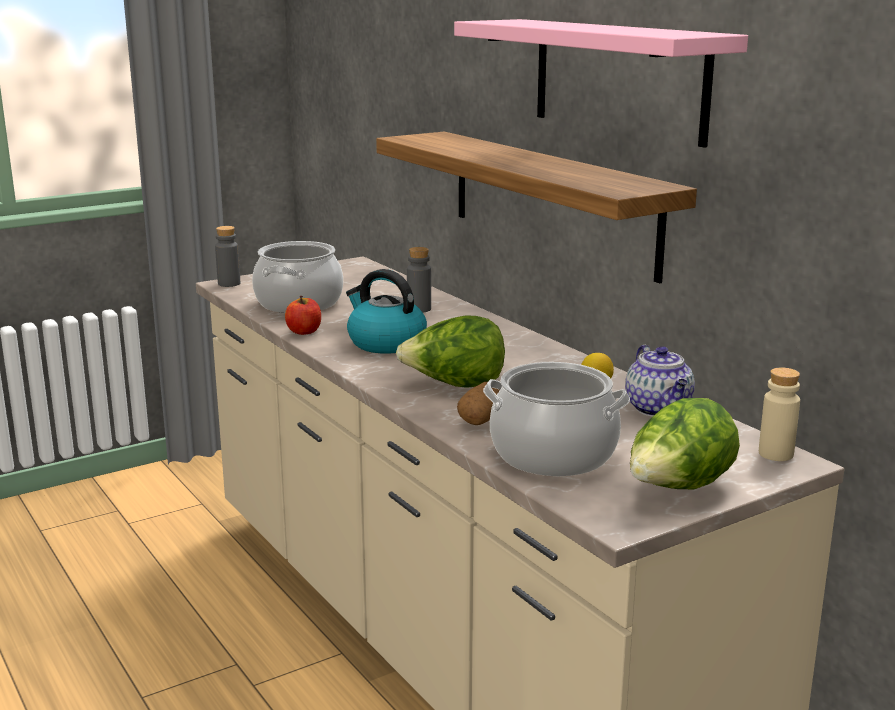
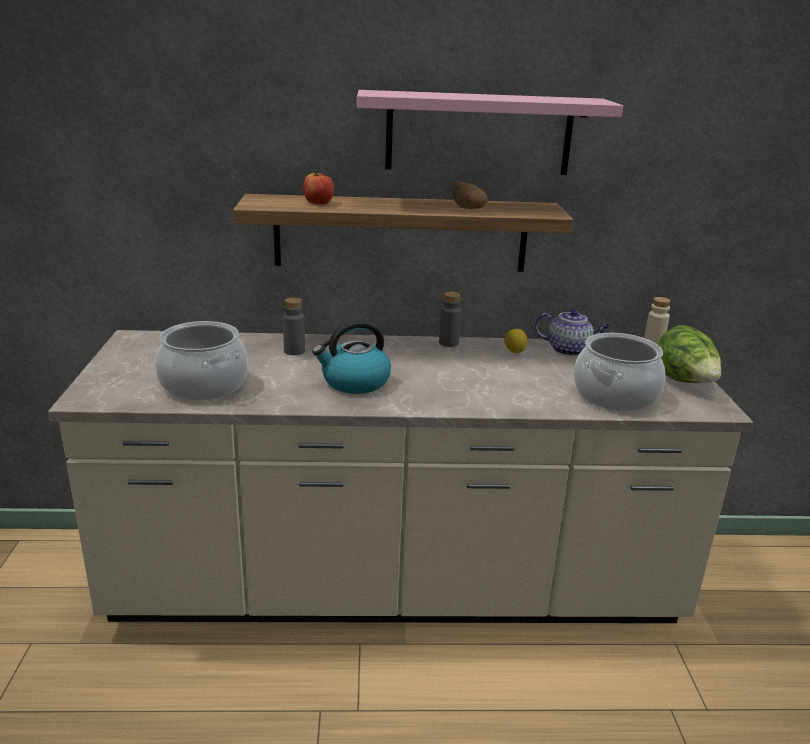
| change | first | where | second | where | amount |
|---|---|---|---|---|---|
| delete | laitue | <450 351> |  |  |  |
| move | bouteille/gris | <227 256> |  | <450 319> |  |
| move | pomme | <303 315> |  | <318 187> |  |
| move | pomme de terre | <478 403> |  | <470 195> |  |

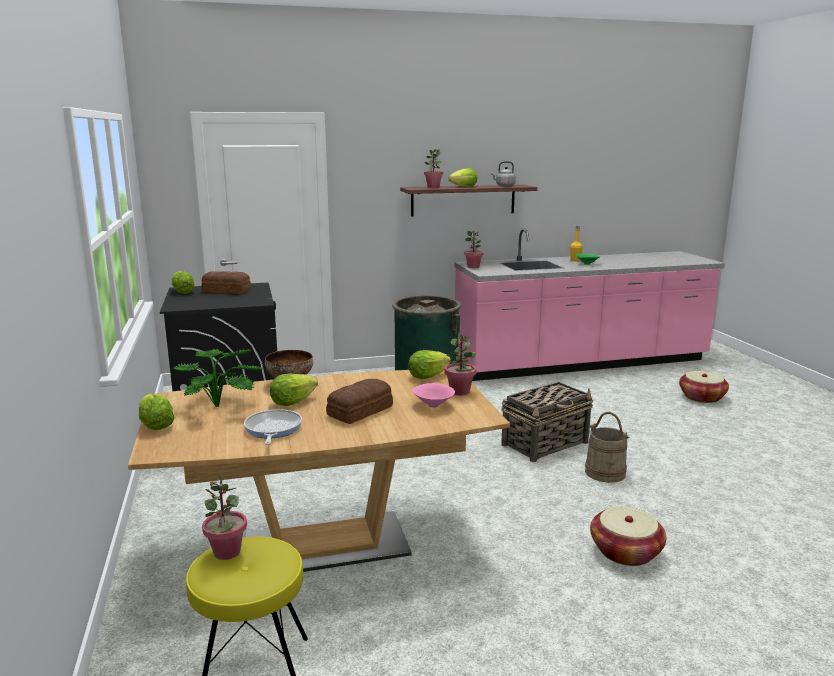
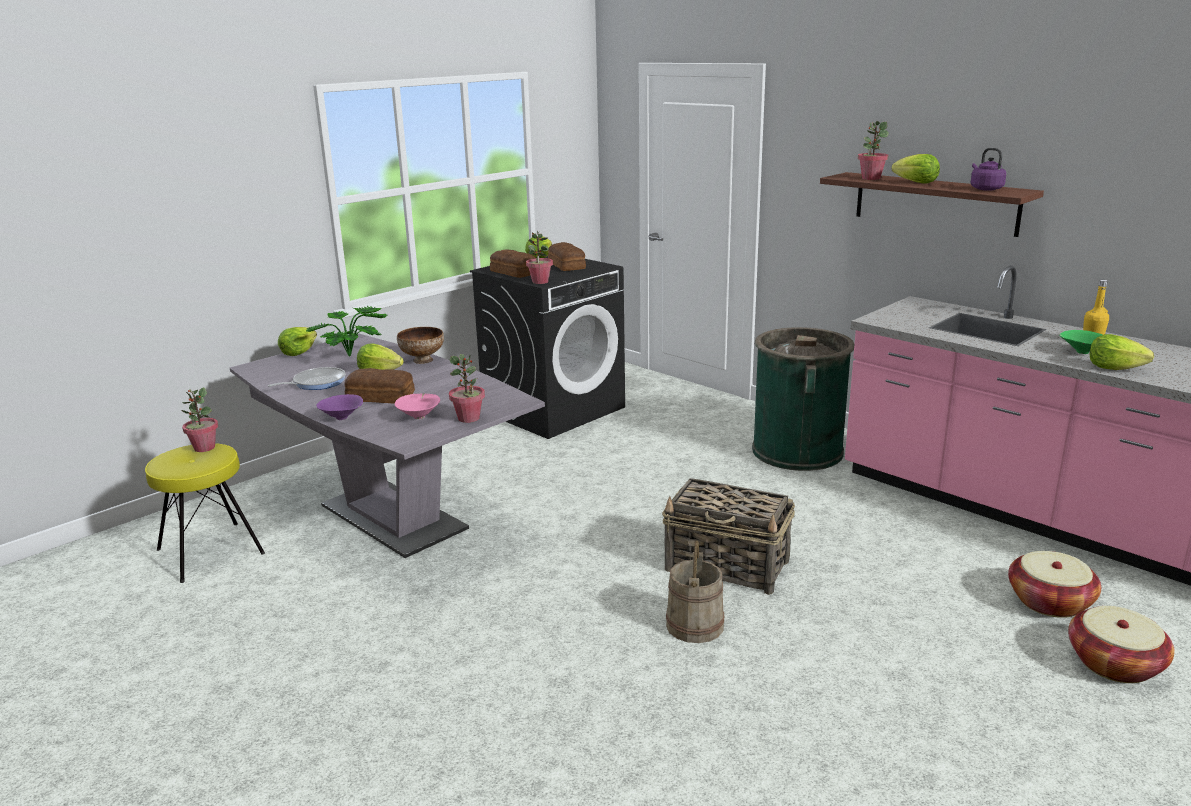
| change | first | where | second | where | amount |
|---|---|---|---|---|---|
| insert |  |  | bol/violet | <340 407> |  |
| insert |  |  | pain | <512 264> |  |
| move | laitue | <429 364> |  | <1122 352> |  |
| move | plante en pot | <473 249> |  | <539 257> |  |
| move | panier | <628 536> |  | <1054 584> |  |
| recolor | table à manger/marron | <319 470> | table à manger/gris | <387 445> |  |
| recolor | bouilloire/gris | <503 173> | bouilloire/violet | <988 169> |  |

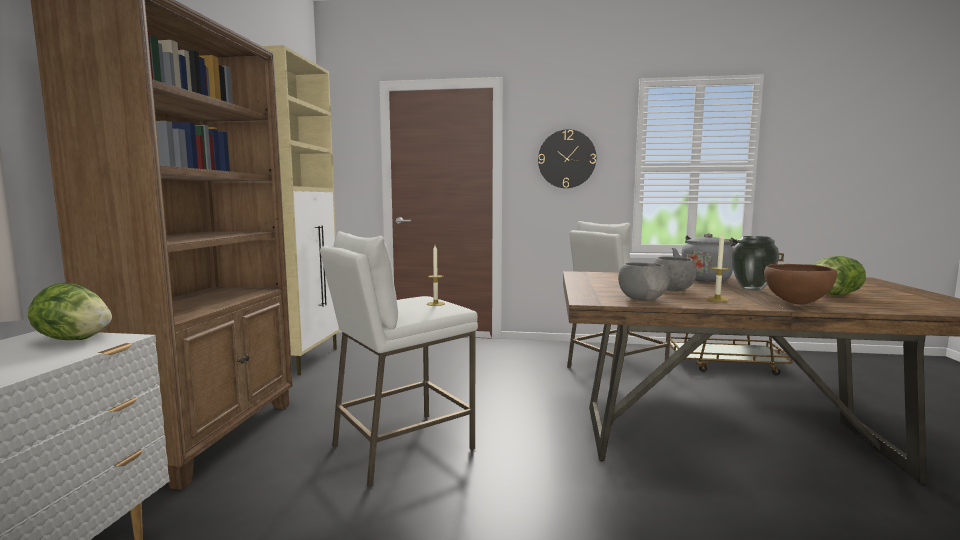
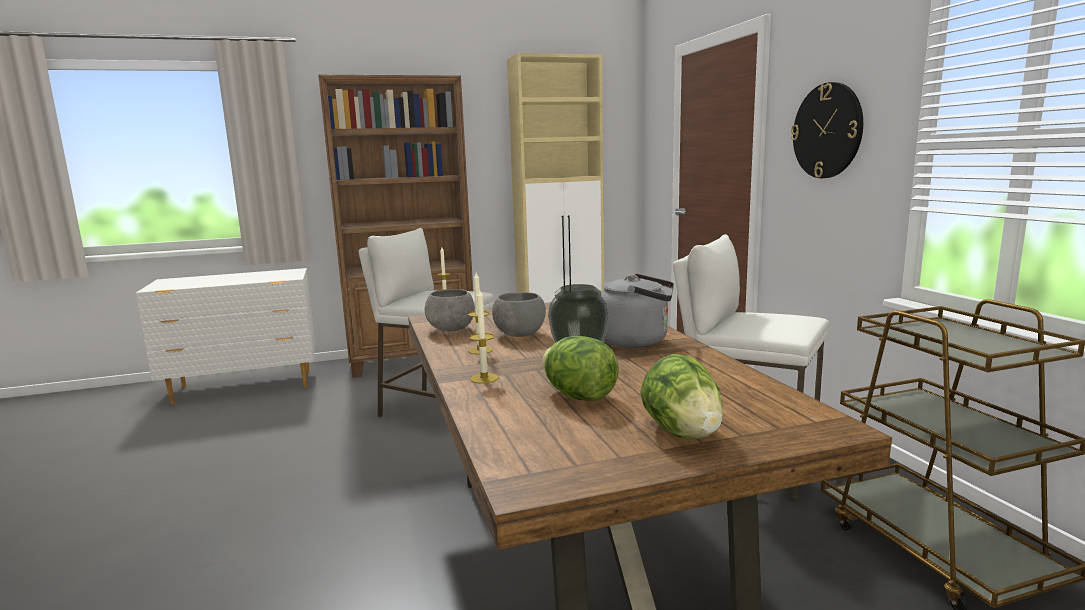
| change | first | where | second | where | amount |
|---|---|---|---|---|---|
| move | laitue | <70 311> |  | <681 396> |  |
| replace | bol/marron | <800 284> | bougie | <484 336> |  |

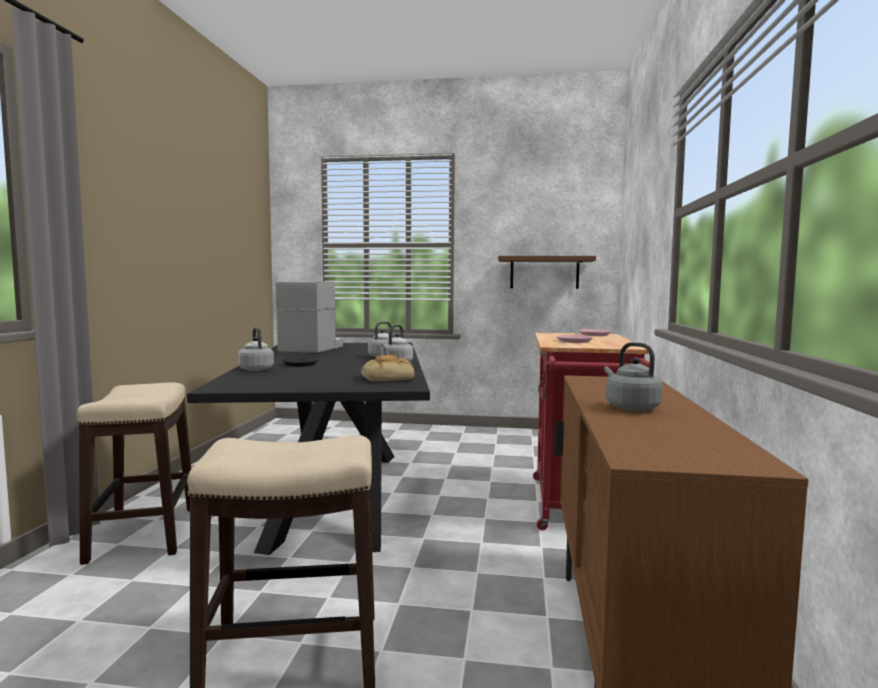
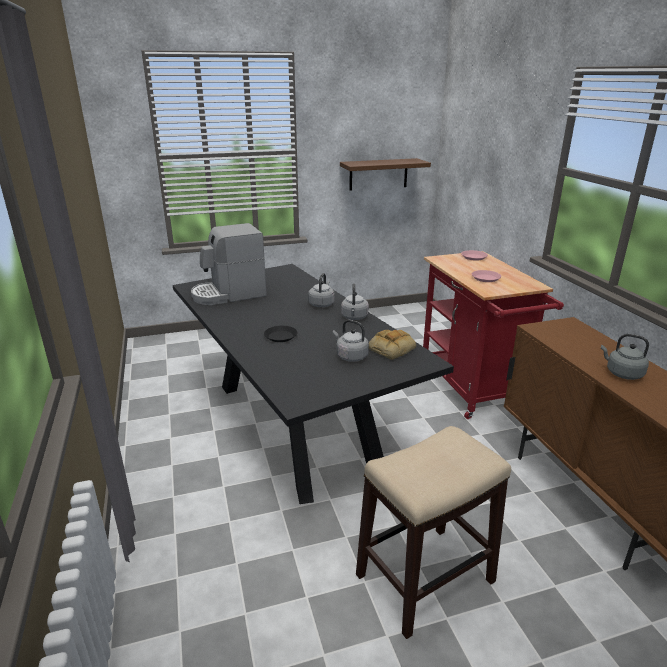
| change | first | where | second | where | amount |
|---|---|---|---|---|---|
| delete | tabouret | <134 473> |  |  |  |
| move | bouilloire/gris | <256 349> |  | <351 341> |  |
| rotate | machine à café | <310 317> |  | <229 264> | 105 degrees counterclockwise |

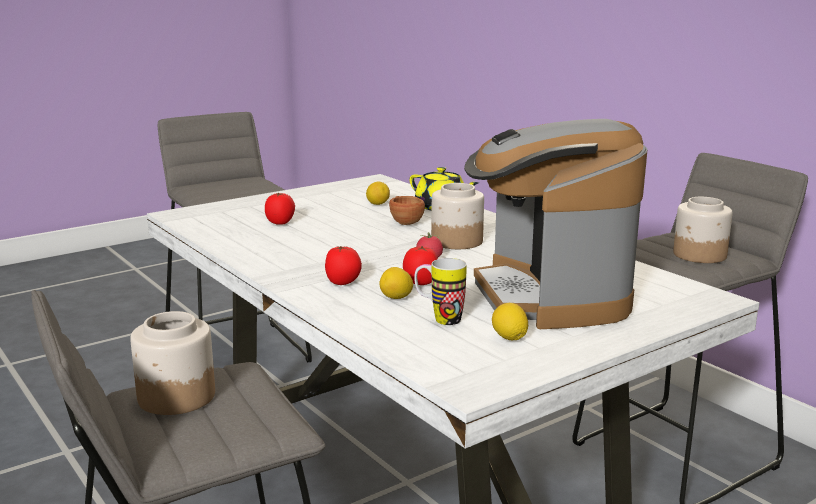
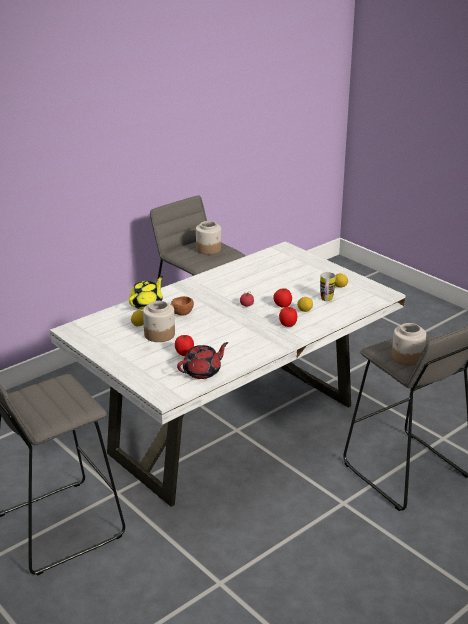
| change | first | where | second | where | amount |
|---|---|---|---|---|---|
| delete | machine à café | <556 224> |  |  |  |
| insert |  |  | théière/rouge | <202 360> |  |
| move | bocal | <457 216> |  | <159 321> |  |

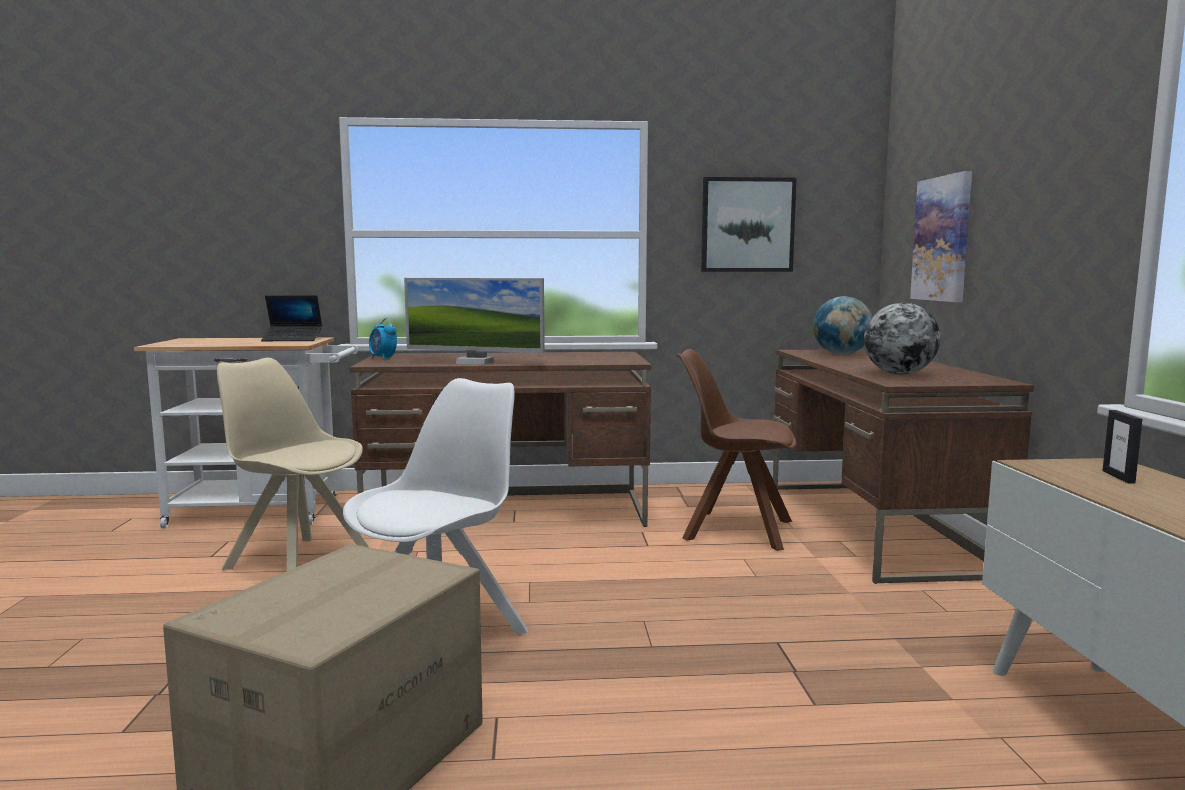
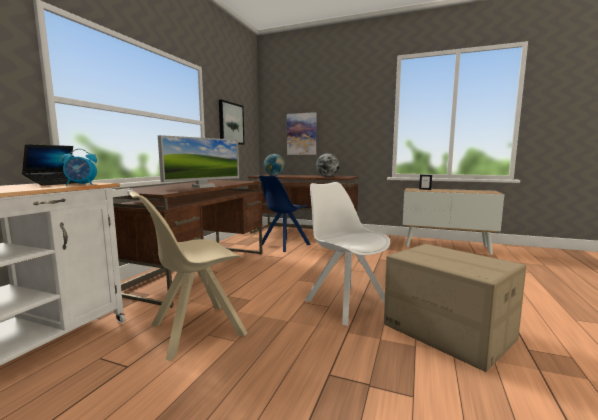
| change | first | where | second | where | amount |
|---|---|---|---|---|---|
| move | réveil | <383 339> |  | <79 167> |  |
| recolor | chaise/marron | <736 450> | chaise/bleu | <285 213> |  |

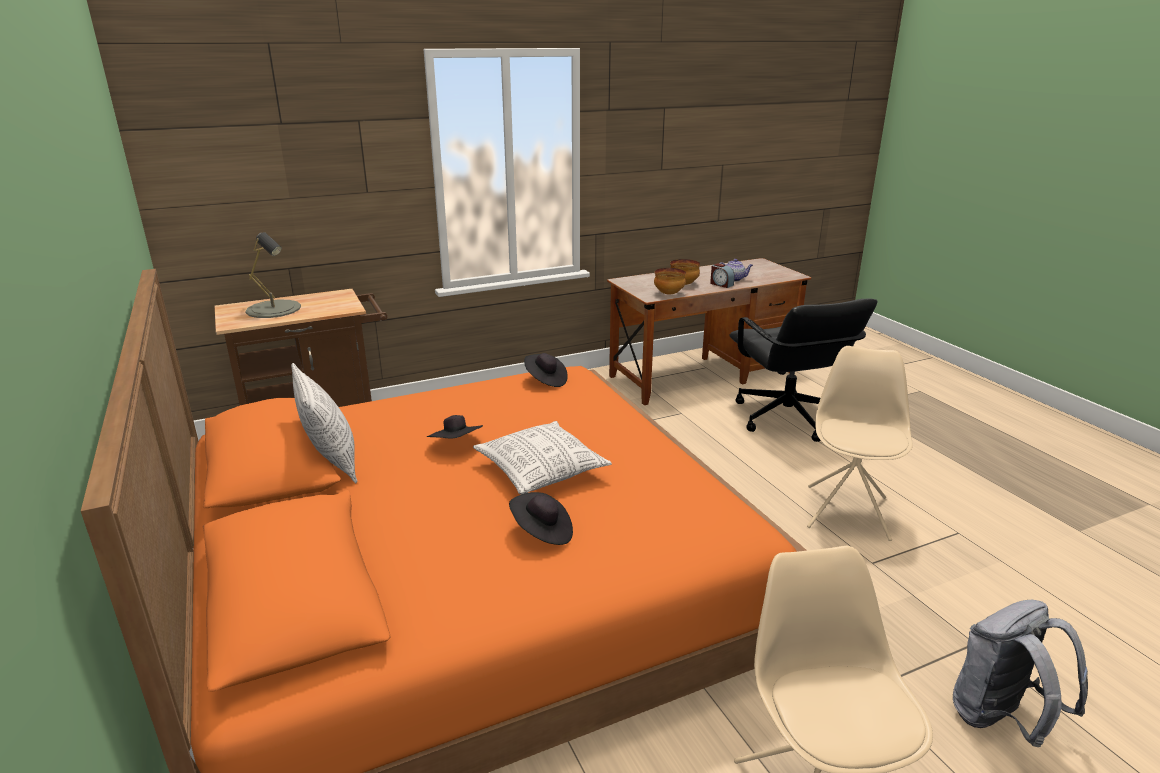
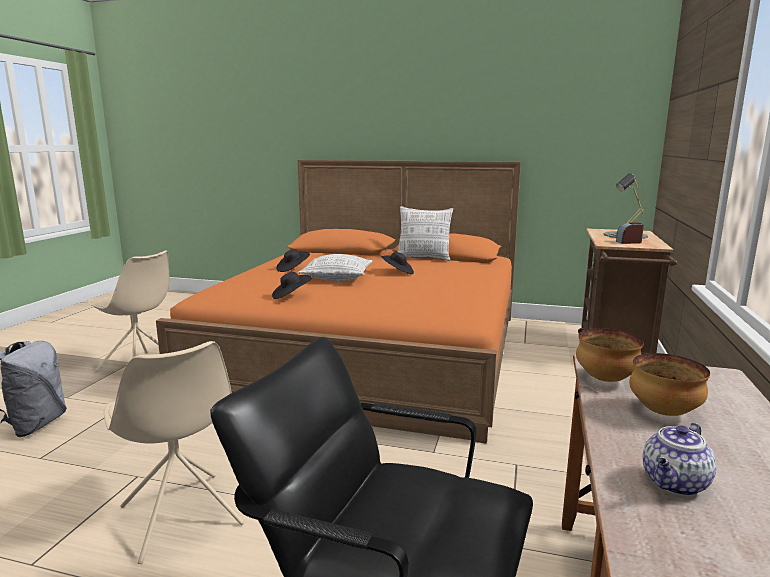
| change | first | where | second | where | amount |
|---|---|---|---|---|---|
| move | chapeau/noir | <546 370> |  | <292 285> |  |
| move | réveil | <722 275> |  | <630 233> |  |

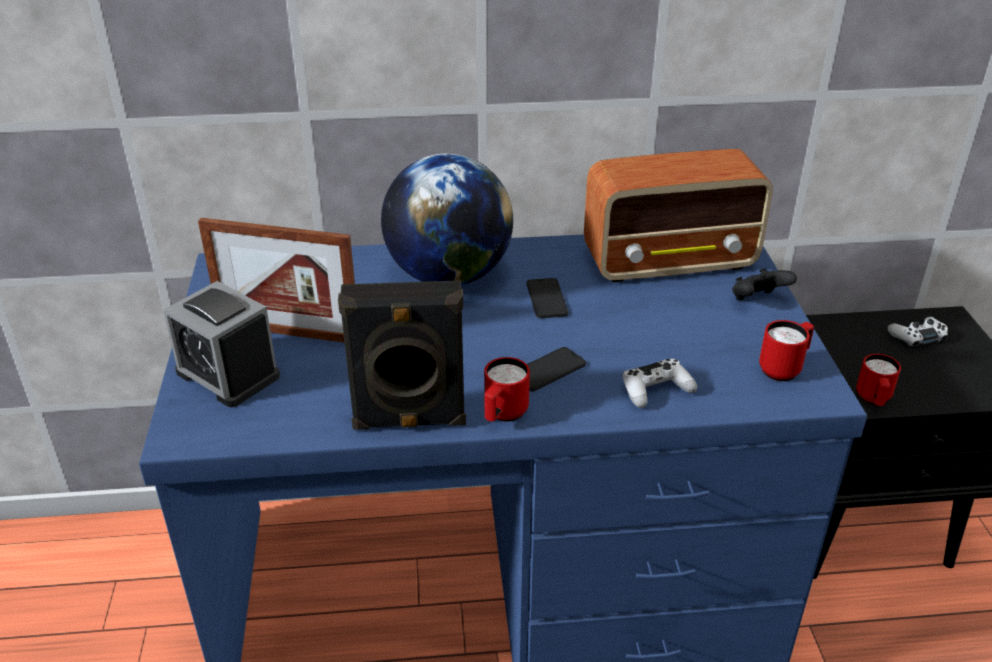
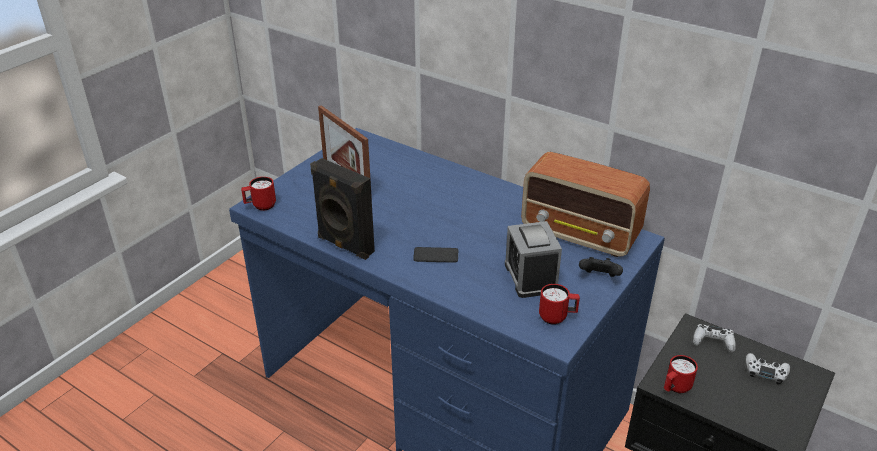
| change | first | where | second | where | amount |
|---|---|---|---|---|---|
| delete | globe | <447 219> |  |  |  |
| delete | téléphone | <547 298> |  |  |  |
| move | réveil | <221 344> |  | <533 259> |  |
| move | mug/rouge | <507 389> |  | <258 194> |  |
| move | manette/blanc | <660 383> |  | <714 338> |  |

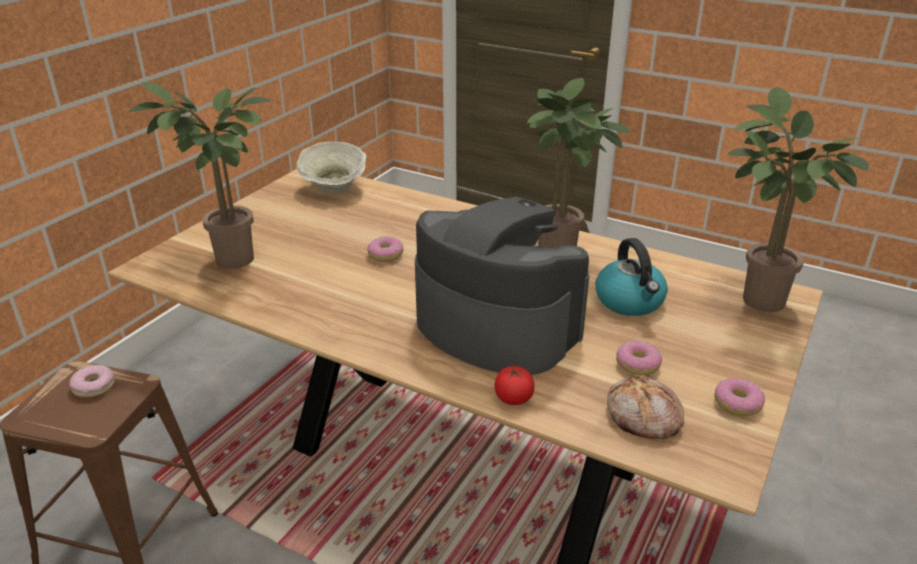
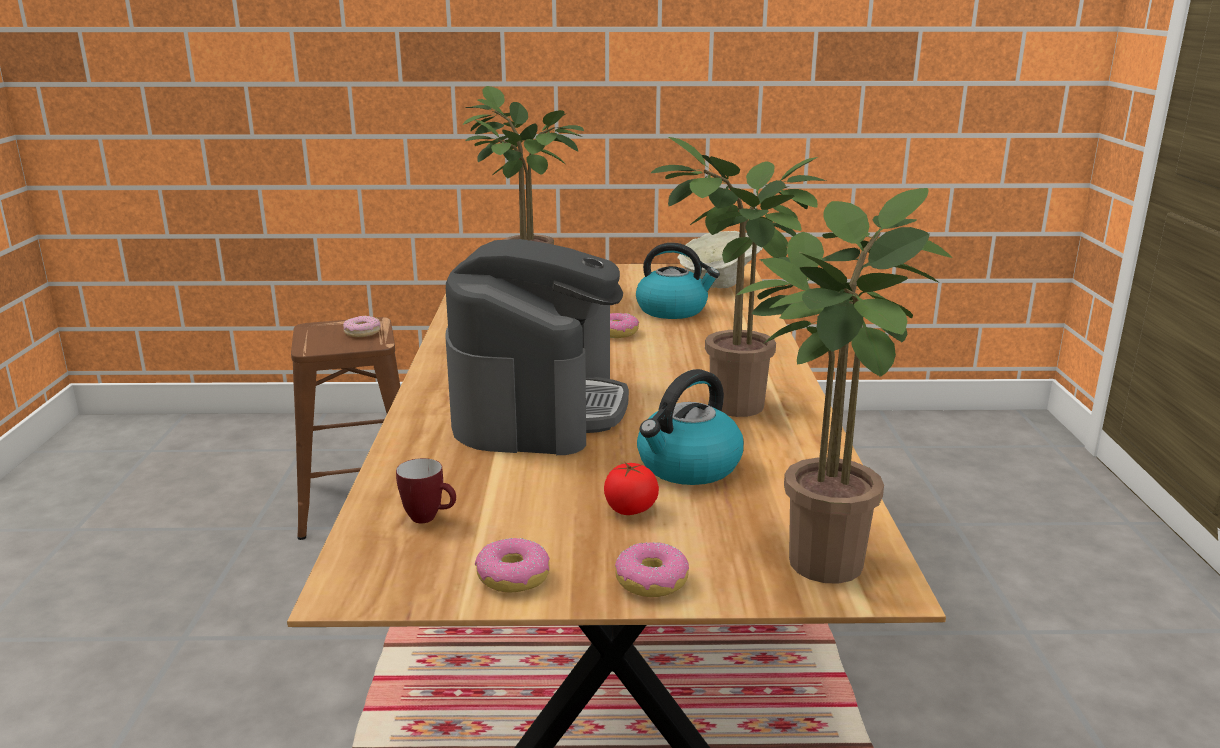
| change | first | where | second | where | amount |
|---|---|---|---|---|---|
| insert |  |  | bouilloire | <678 281> |  |
| move | tomate | <514 385> |  | <631 488> |  |
| move | beignet | <639 358> |  | <652 569> |  |
| replace | pain | <645 407> | mug | <426 490> |  |

